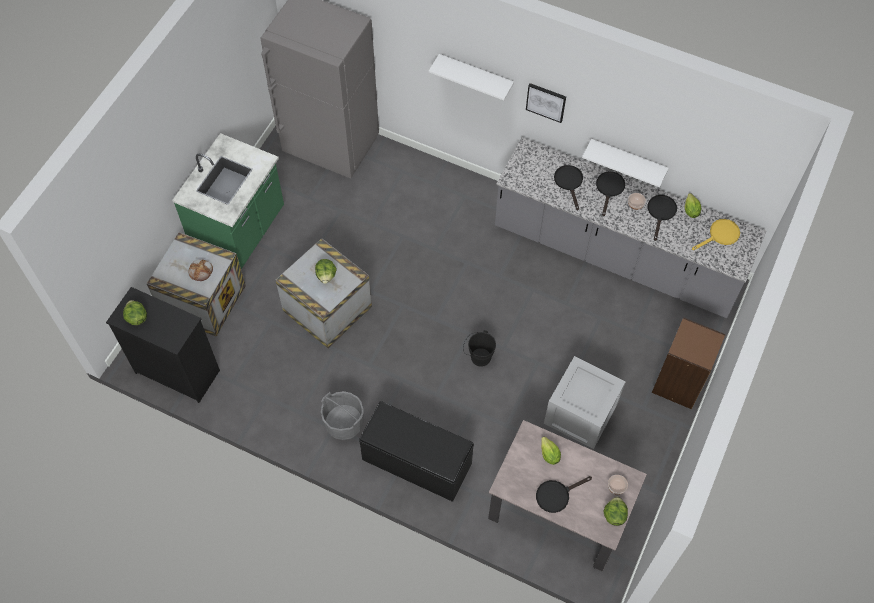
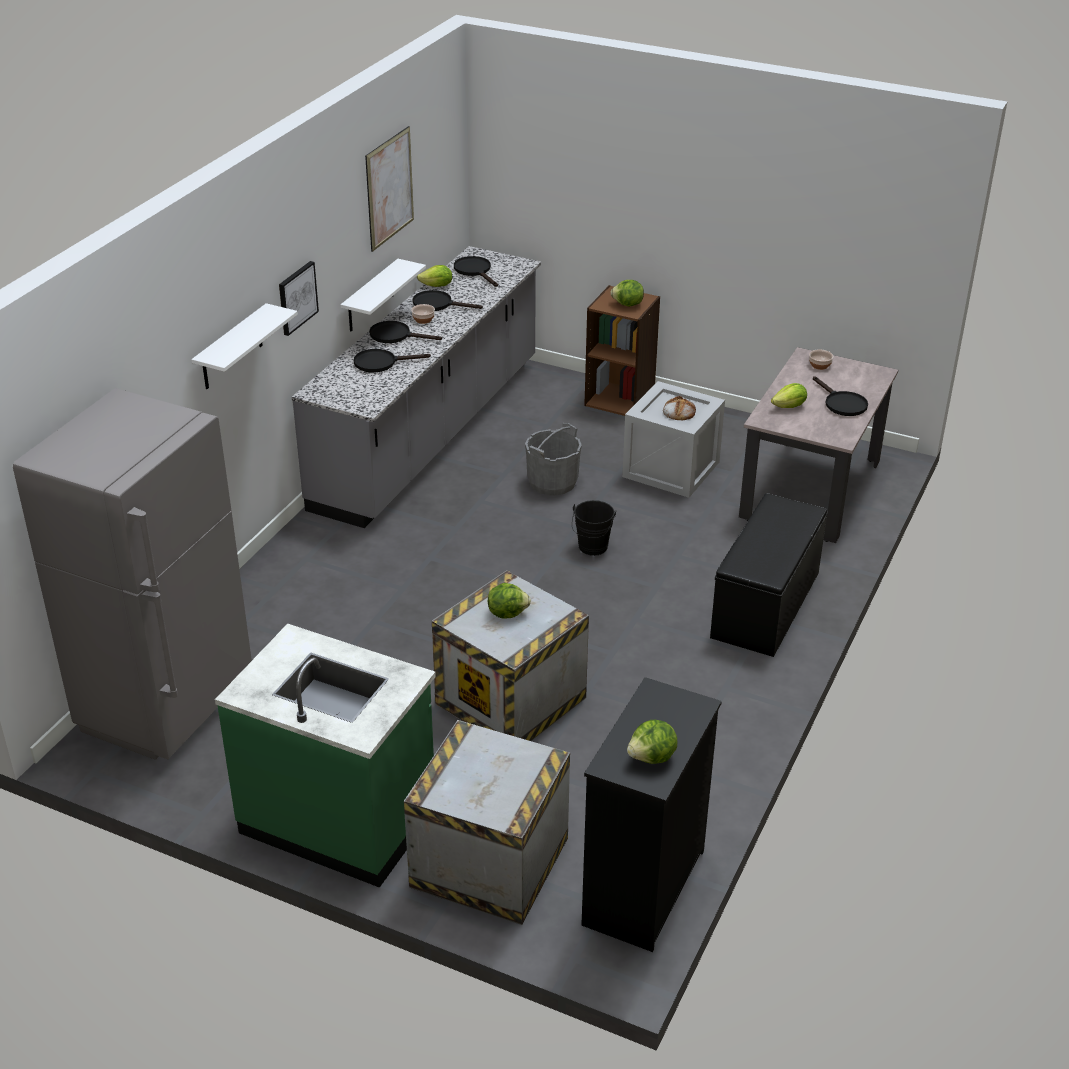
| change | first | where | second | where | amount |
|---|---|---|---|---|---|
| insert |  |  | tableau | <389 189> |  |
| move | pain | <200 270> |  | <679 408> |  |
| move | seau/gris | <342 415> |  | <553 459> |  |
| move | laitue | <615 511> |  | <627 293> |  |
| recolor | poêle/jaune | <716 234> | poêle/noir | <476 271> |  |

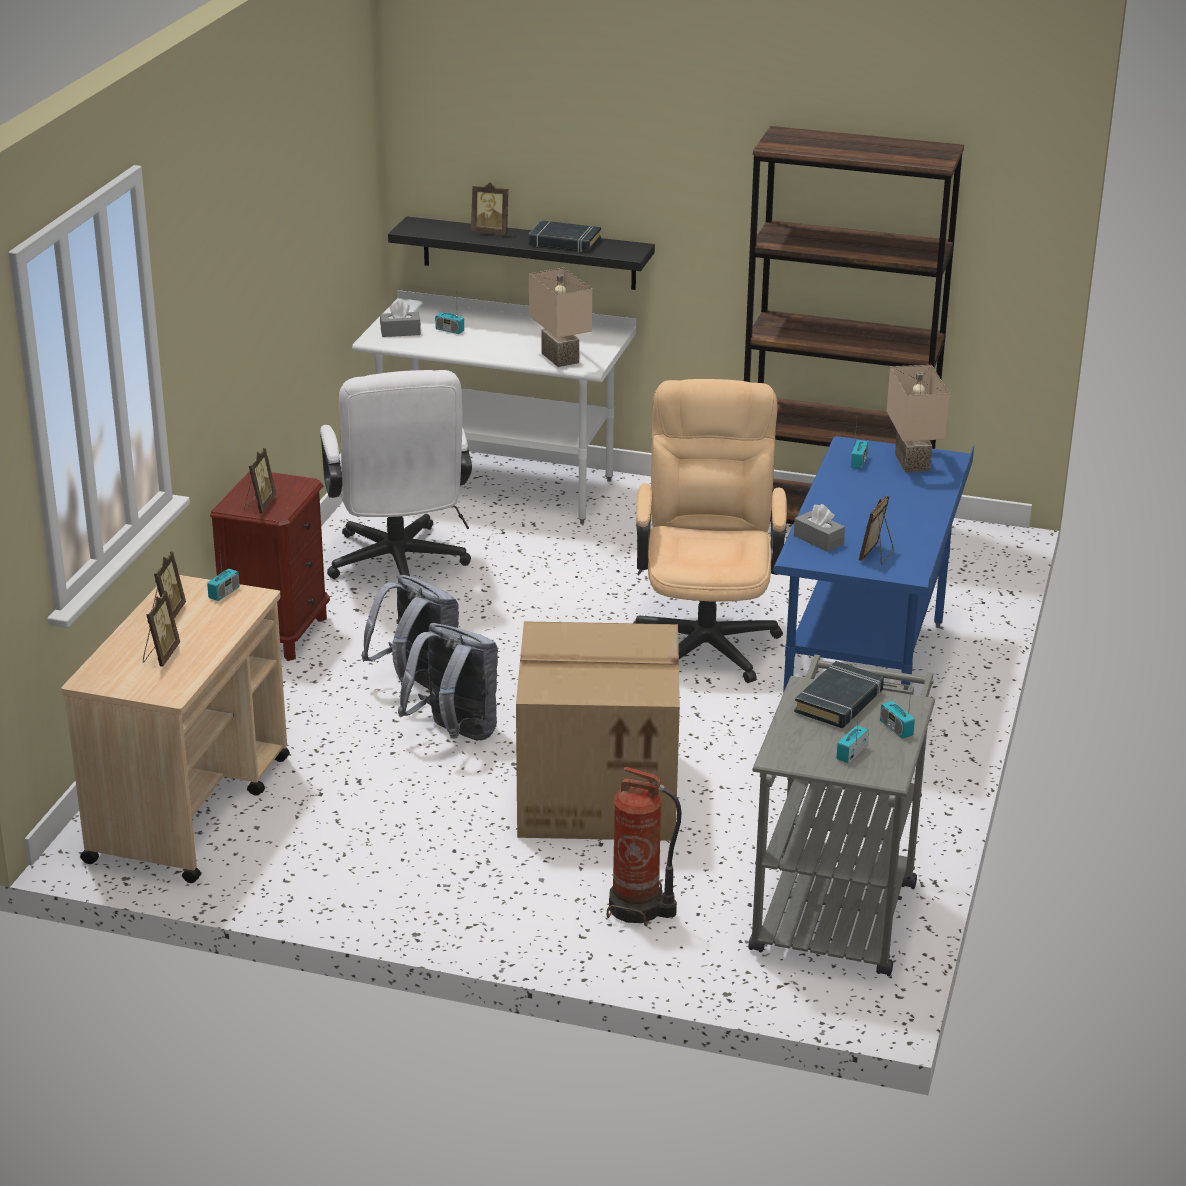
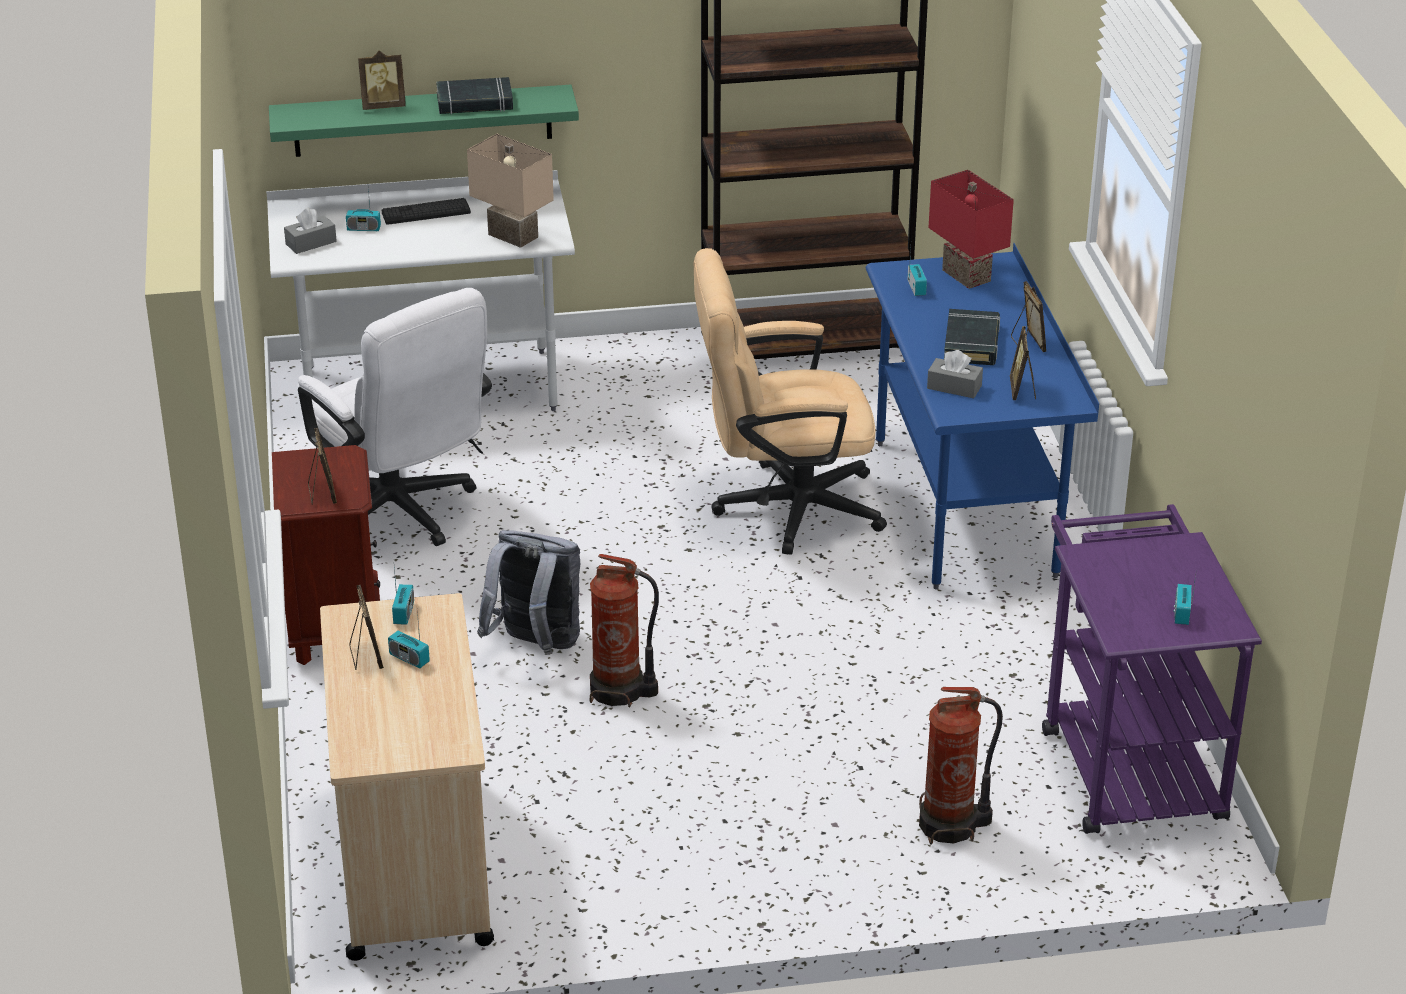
| change | first | where | second | where | amount |
|---|---|---|---|---|---|
| delete | carton | <598 731> |  |  |  |
| insert |  |  | clavier | <426 211> |  |
| move | cadre photo | <161 628> |  | <1028 316> |  |
| move | livre/noir | <839 694> |  | <972 337> |  |
| move | radio | <897 710> |  | <409 639> |  |
| replace | sac à dos/gris | <448 681> | extincteur | <624 630> |  |
| recolor | étagère/noir | <521 253> | étagère/vert | <424 121> |  |
| recolor | chariot/gris | <841 815> | chariot/violet | <1152 669> |  |
| recolor | lampe de table/beige | <918 418> | lampe de table/rouge | <971 229> |  |
| rotate | chaise de bureau/beige | <710 531> |  | <790 401> | 75 degrees counterclockwise |

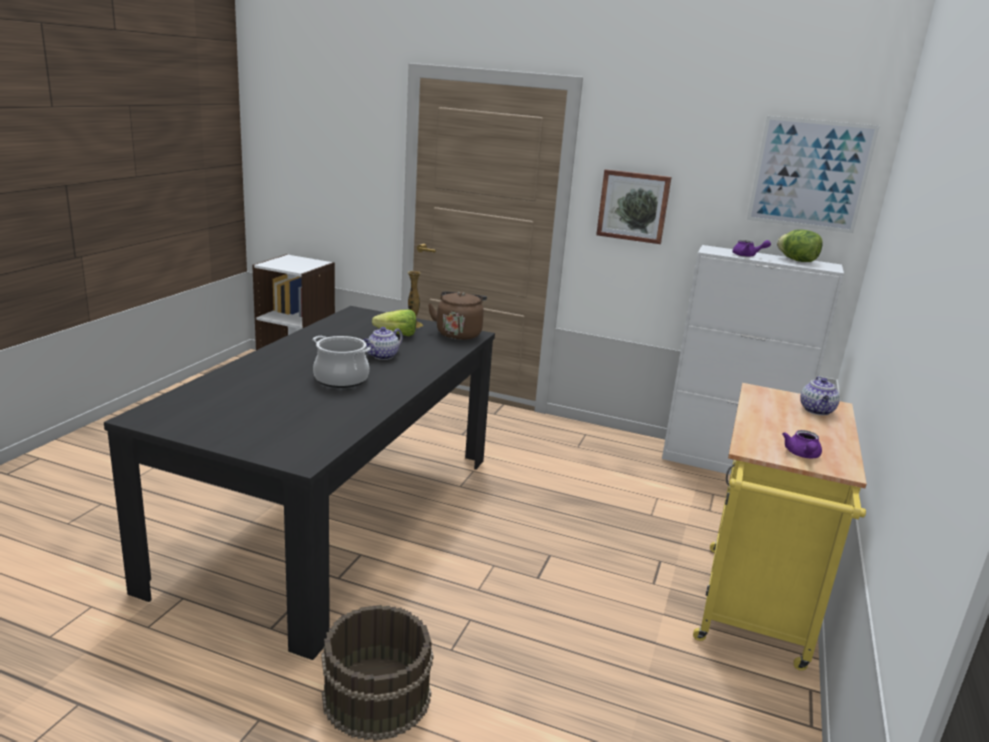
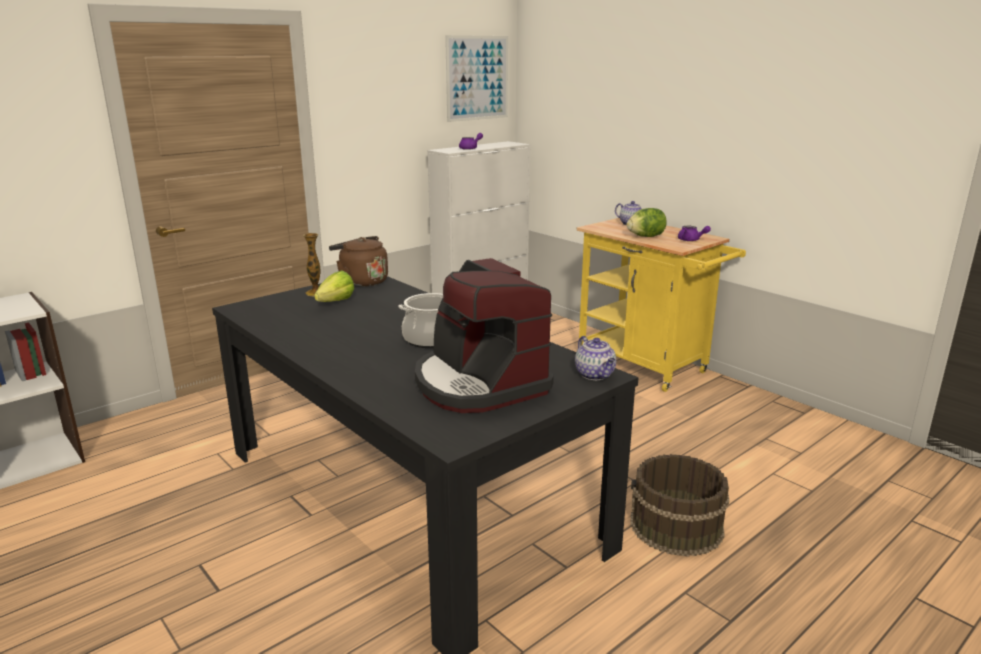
| change | first | where | second | where | amount |
|---|---|---|---|---|---|
| delete | tableau | <634 206> |  |  |  |
| insert |  |  | machine à café | <484 335> |  |
| move | théière | <383 343> |  | <595 358> |  |
| move | laitue | <800 245> |  | <647 222> |  |

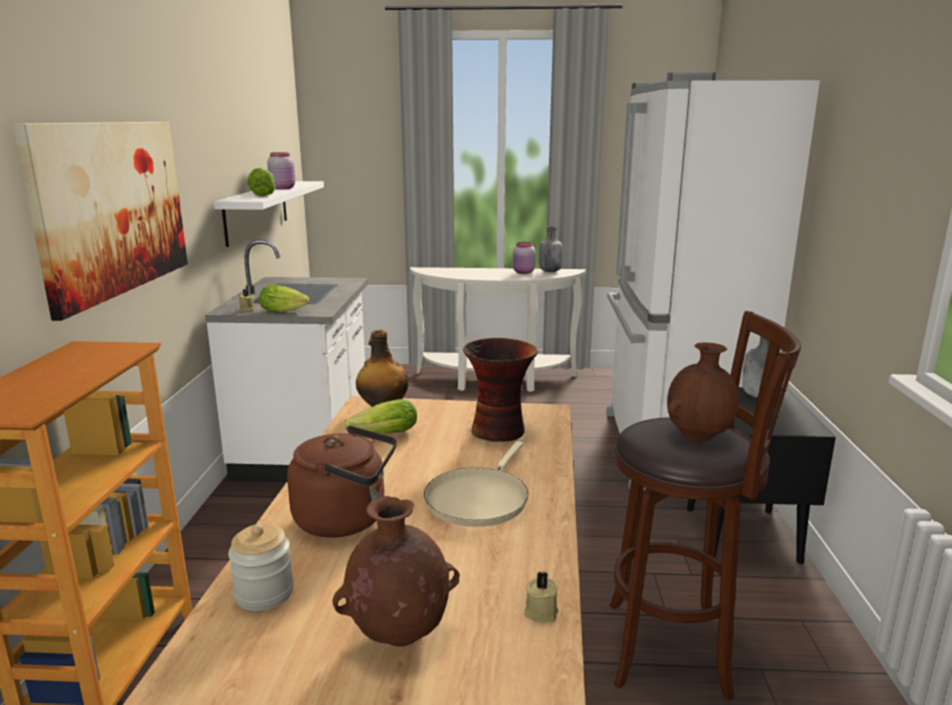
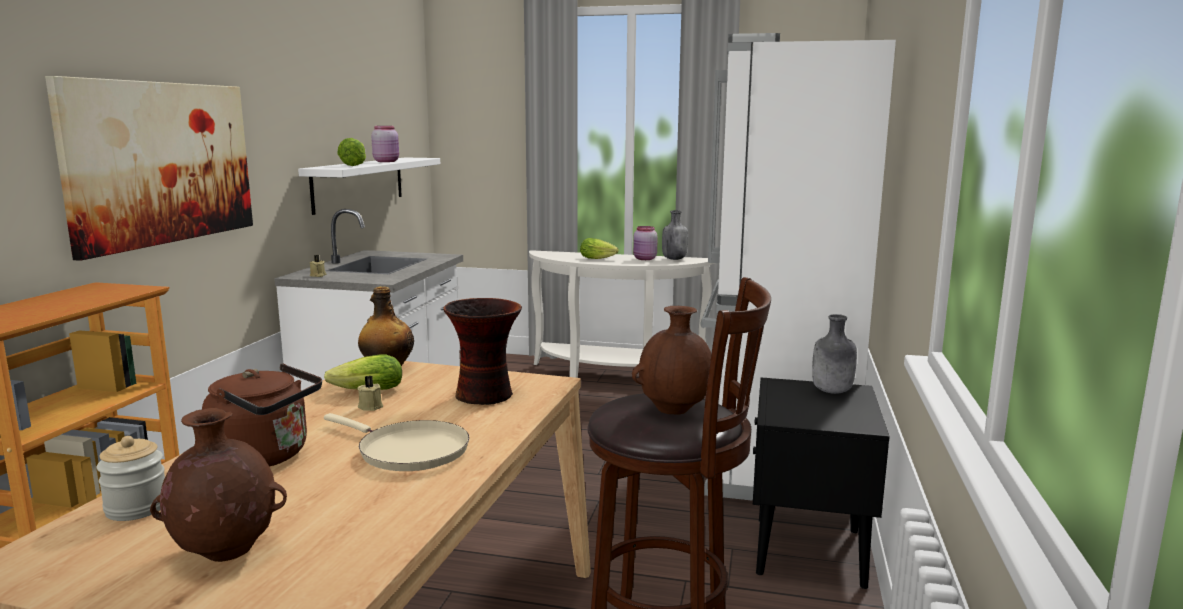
| change | first | where | second | where | amount |
|---|---|---|---|---|---|
| move | laitue | <284 298> |  | <599 248> |  |
| move | bougie/beige | <541 597> |  | <370 393> |  |
| rotate | poêle/beige | <476 484> |  | <396 442> | 90 degrees counterclockwise |

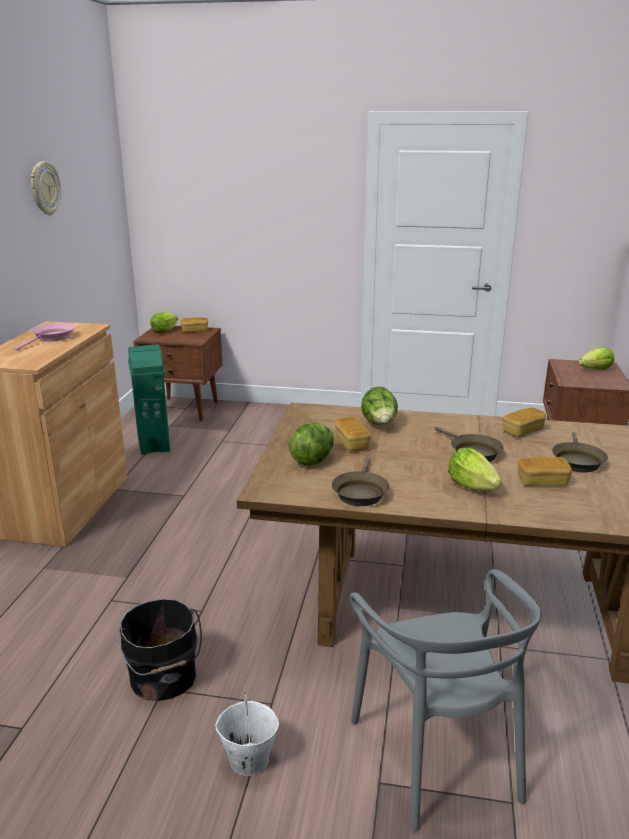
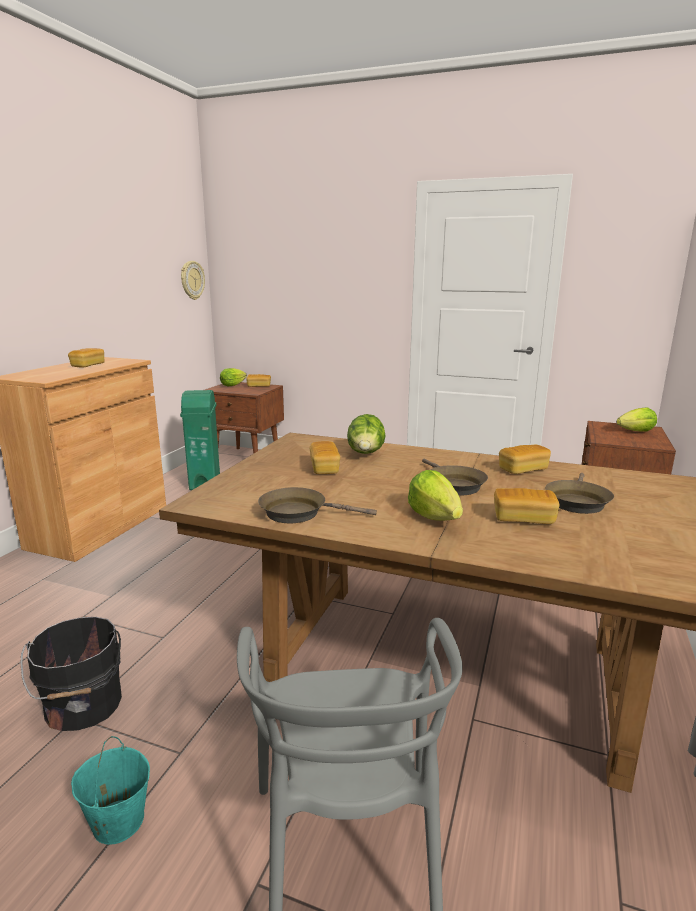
| change | first | where | second | where | amount |
|---|---|---|---|---|---|
| delete | laitue | <311 444> |  |  |  |
| move | horloge murale | <46 188> |  | <193 280> |  |
| replace | poêle/rose | <44 337> | pain | <86 357> |  |
| recolor | seau/blanc | <247 734> | seau/turquoise | <110 790> |  |
| rotate | poêle/marron | <361 482> |  | <317 505> | 75 degrees clockwise |

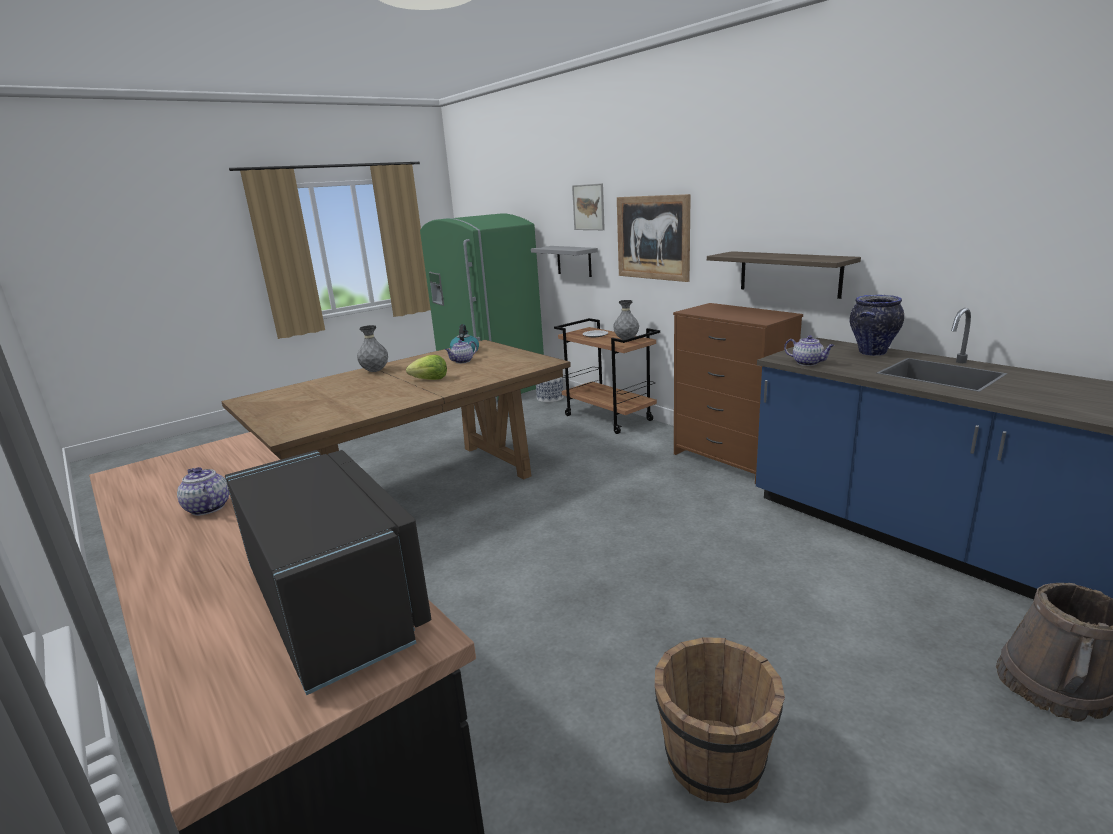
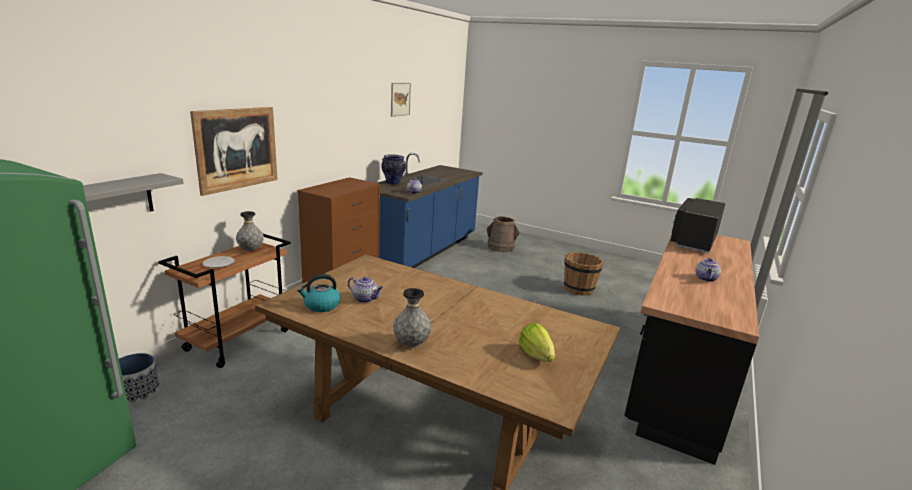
| change | first | where | second | where | amount |
|---|---|---|---|---|---|
| delete | étagère | <784 275> |  |  |  |
| move | laitue | <426 367> |  | <537 342> |  |
| move | tableau | <588 206> |  | <401 100> |  |

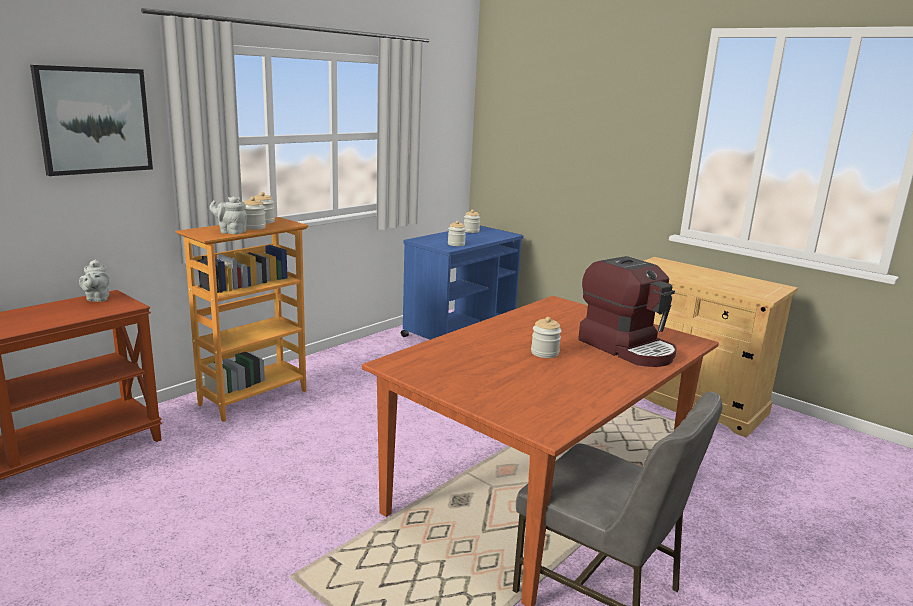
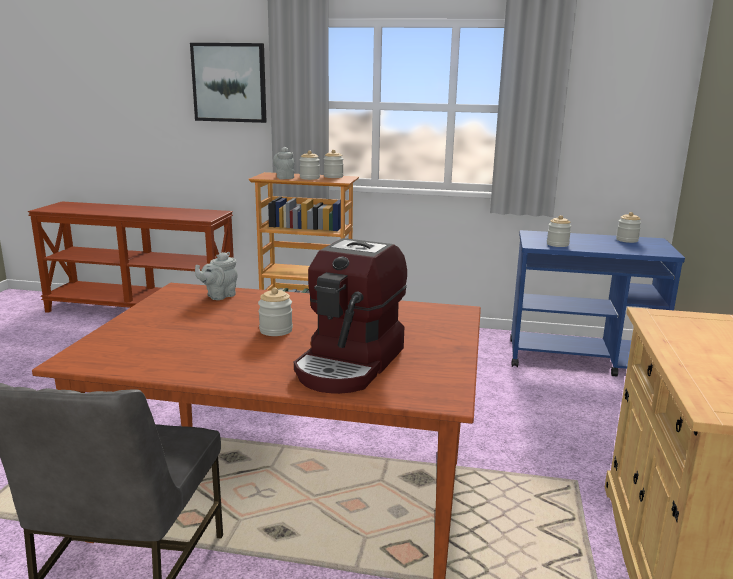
| change | first | where | second | where | amount |
|---|---|---|---|---|---|
| move | théière/gris | <94 280> |  | <216 276> |  |

